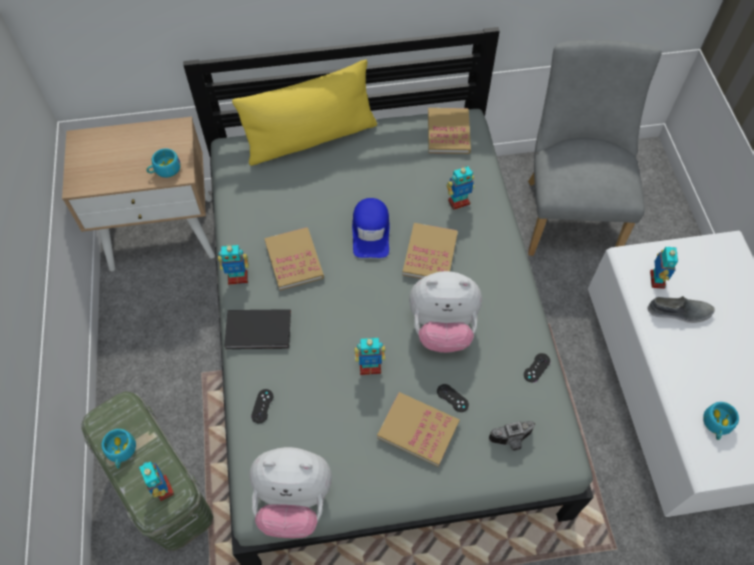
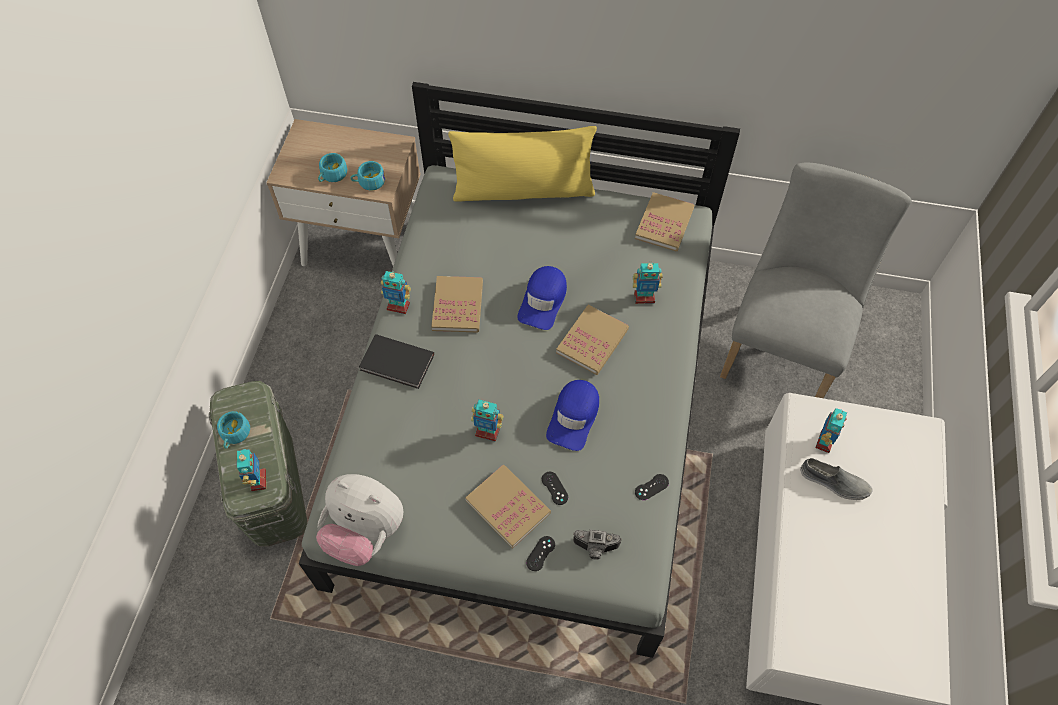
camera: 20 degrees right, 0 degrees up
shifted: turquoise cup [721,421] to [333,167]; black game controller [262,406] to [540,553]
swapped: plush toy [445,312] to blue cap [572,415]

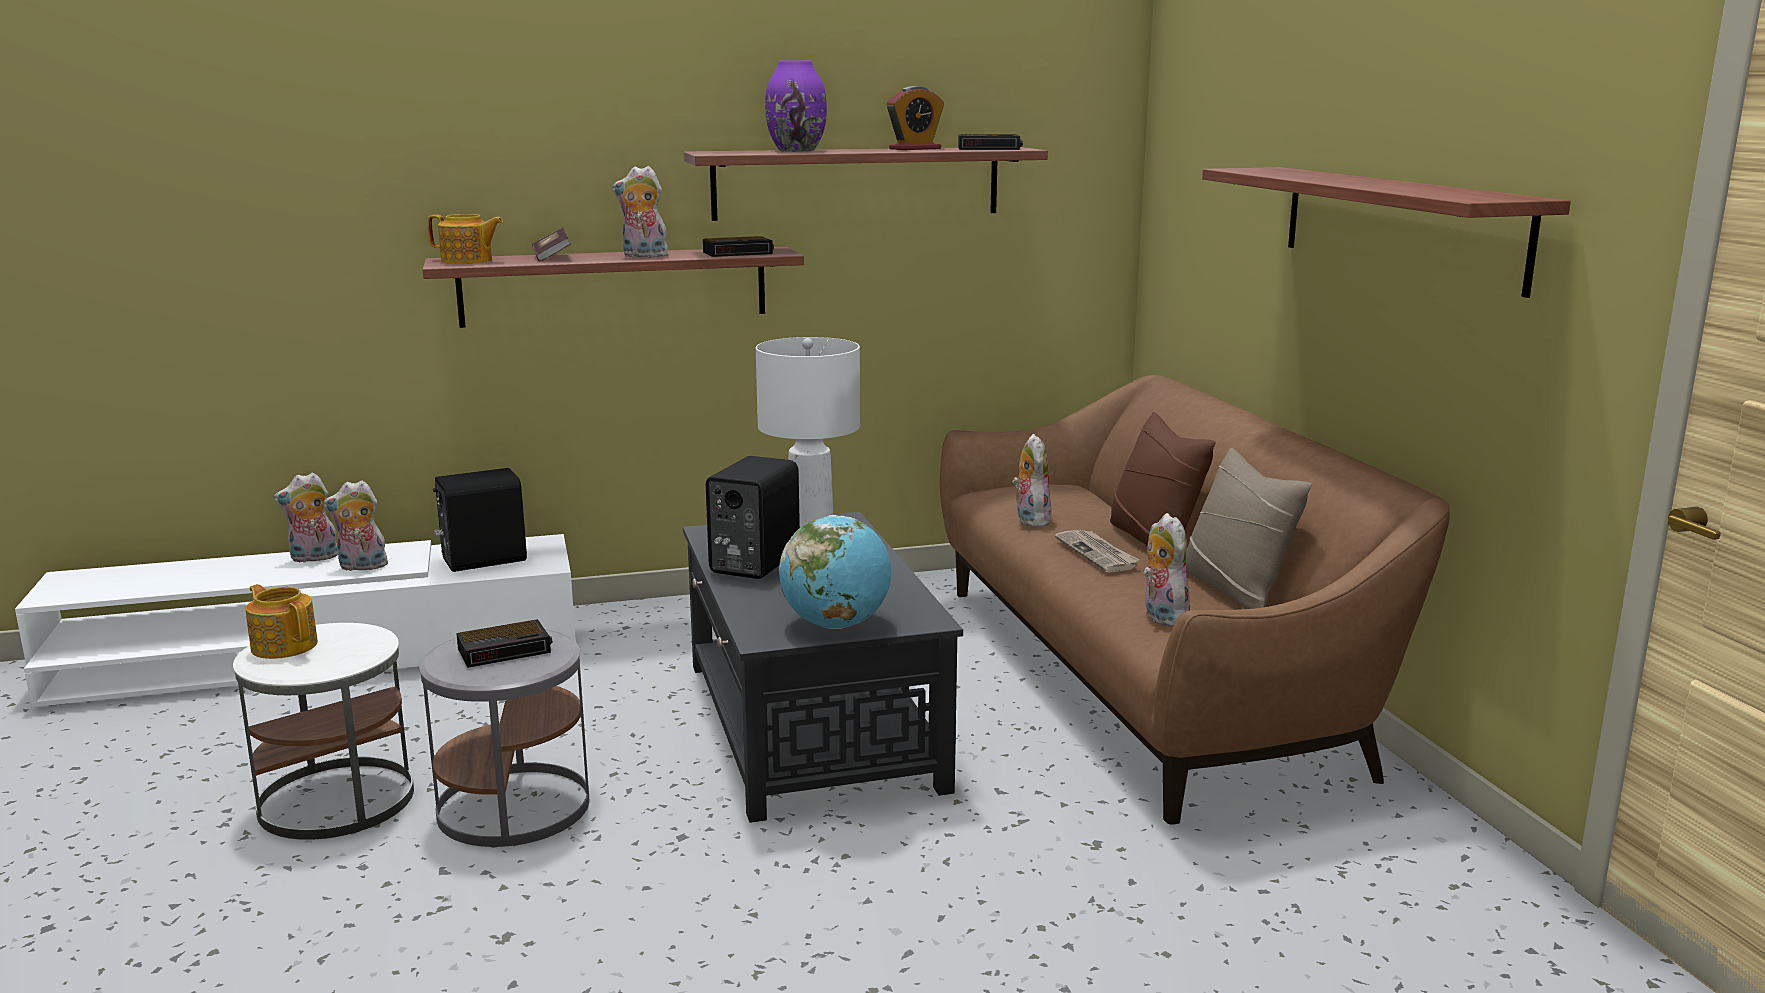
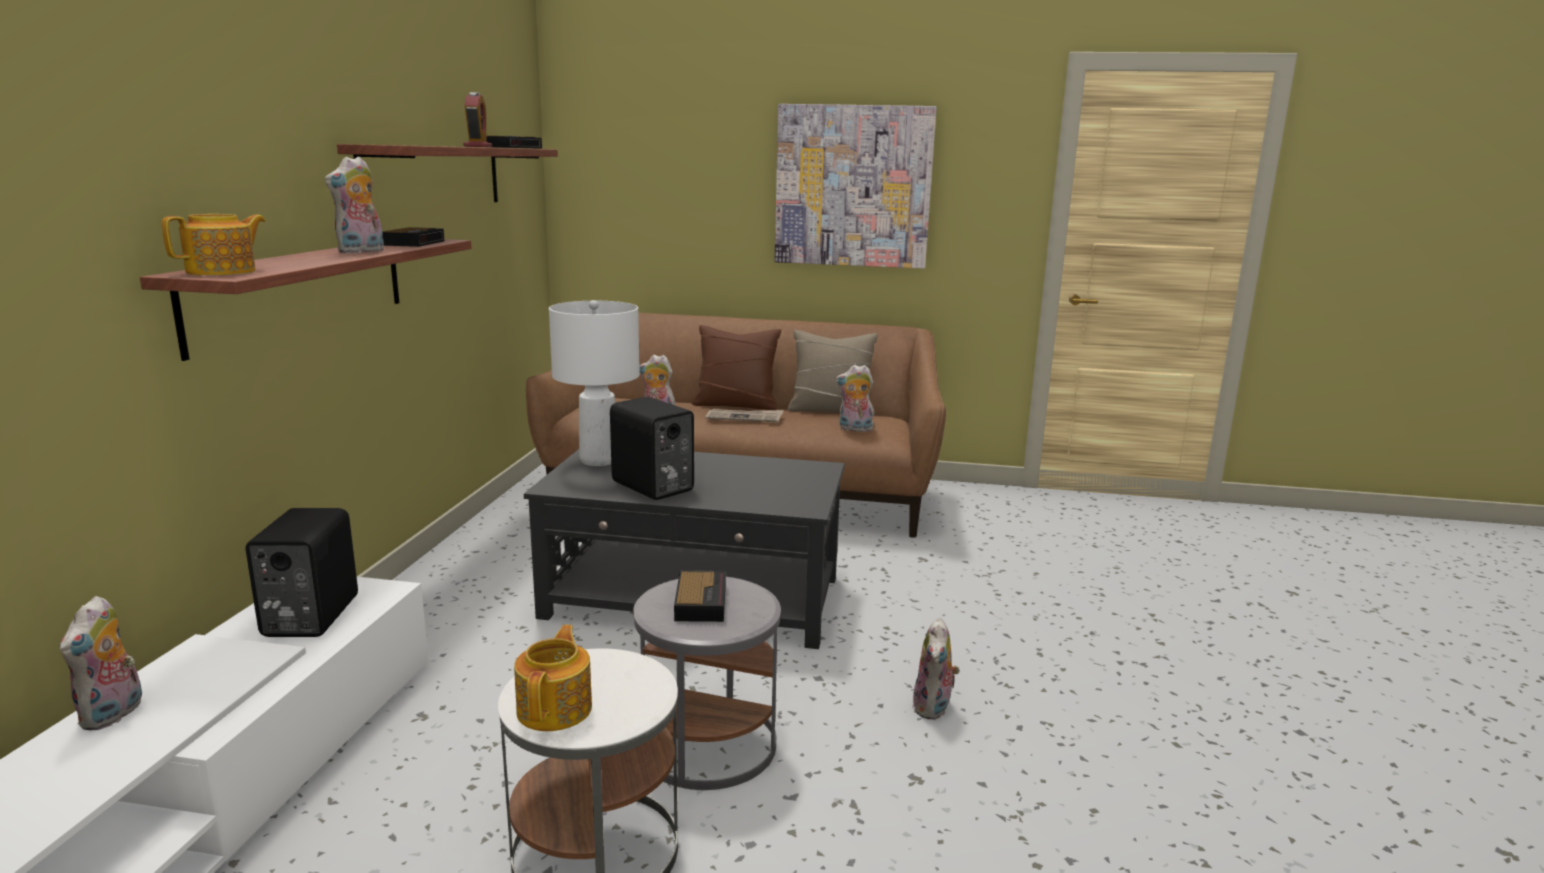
camera: 65 degrees left, 0 degrees up
gone: book [551,245]; purple vase [796,106]; globe [835,572]
shifted: plush toy [356,526] to [936,668]
swapped: shelf [1386,232] to picture [856,186]
rotated: teapot [281,621] = [553,678] 120 degrees clockwise

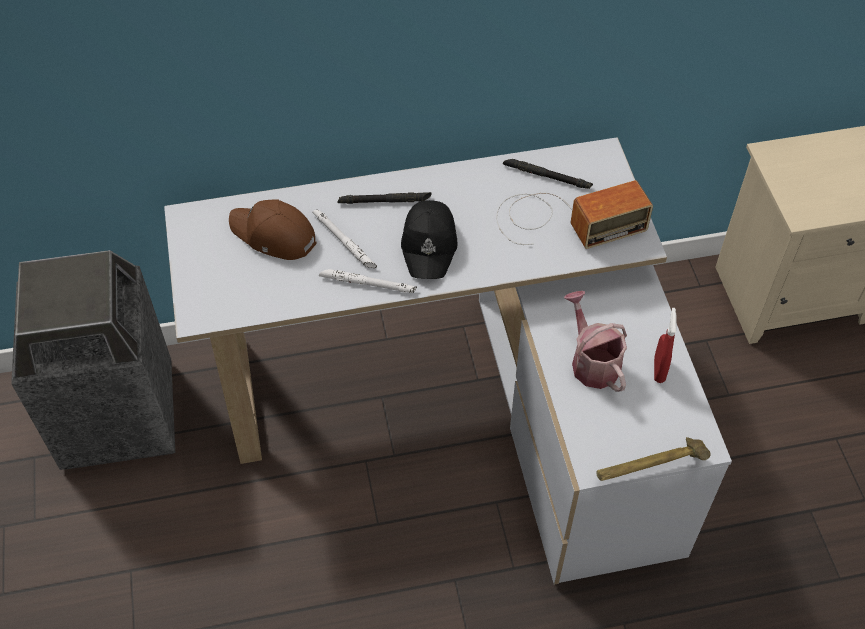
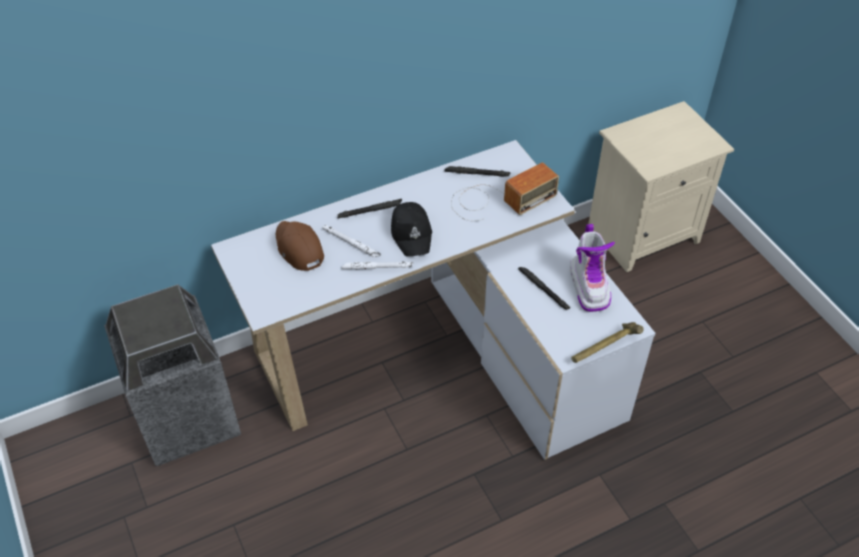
camera: 15 degrees left, 5 degrees down
swapped: watering can [595,341] to black flashlight [544,288]; red spray bottle [665,345] to boot [592,268]
rotated: brown cap [273,229] = [300,246] 45 degrees clockwise

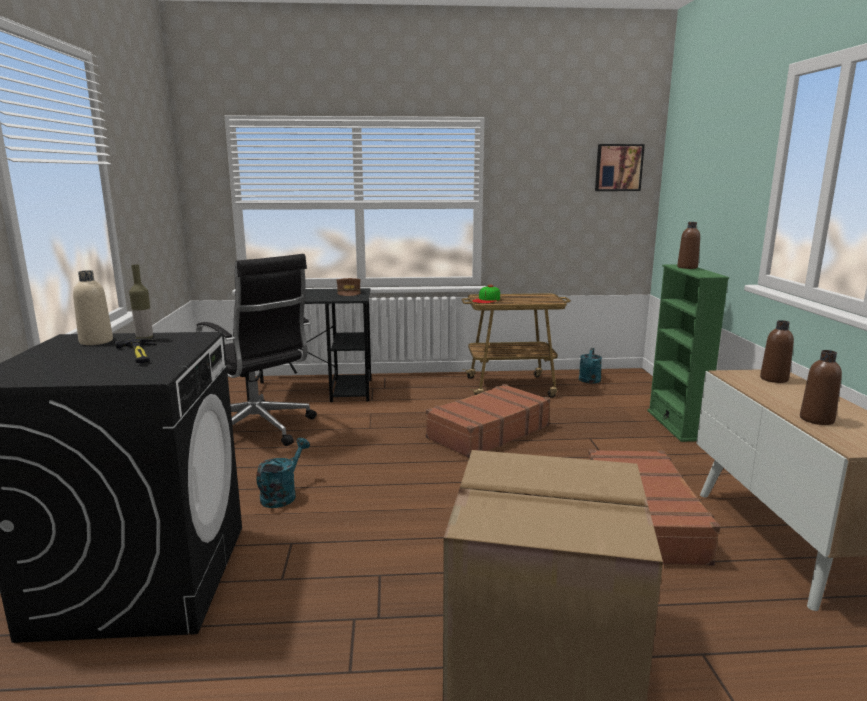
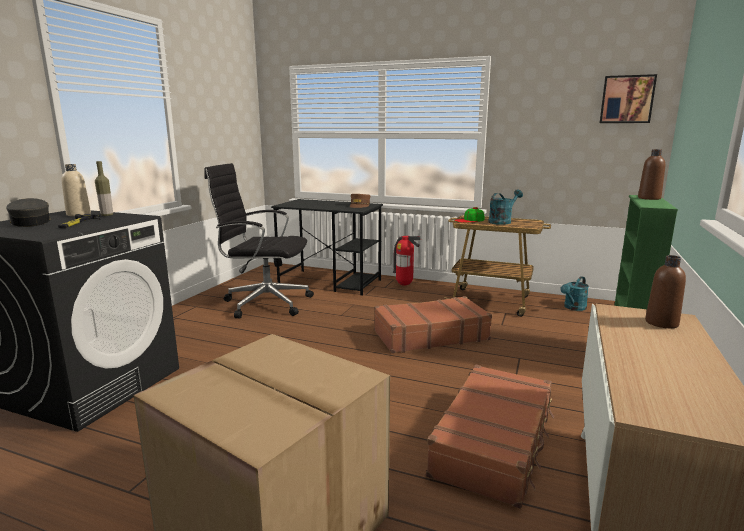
camera: 25 degrees right, 0 degrees up
gone: brown bottle [821,387]
new: grey cap [28,212]; fire extinguisher [407,261]
shifted: turquoise watering can [283,473] to [505,207]
rotated: black office chair [256,350] = [259,241] 120 degrees clockwise

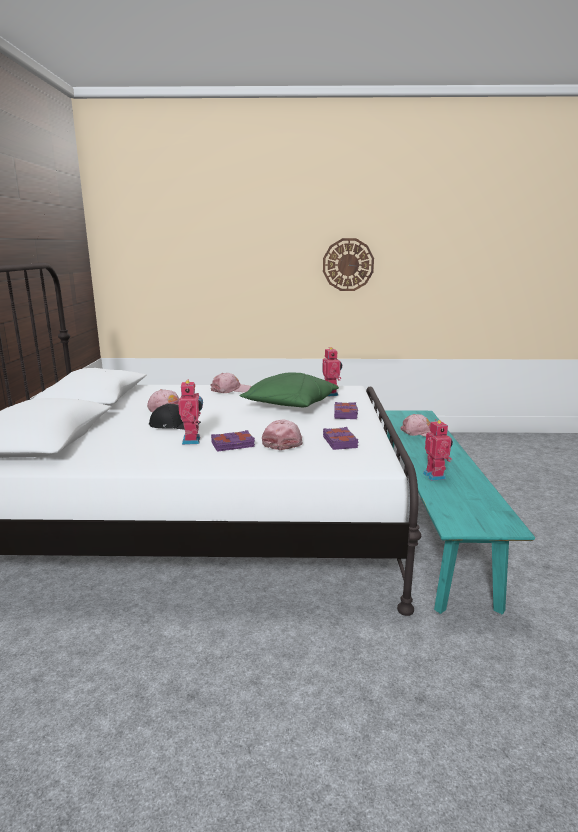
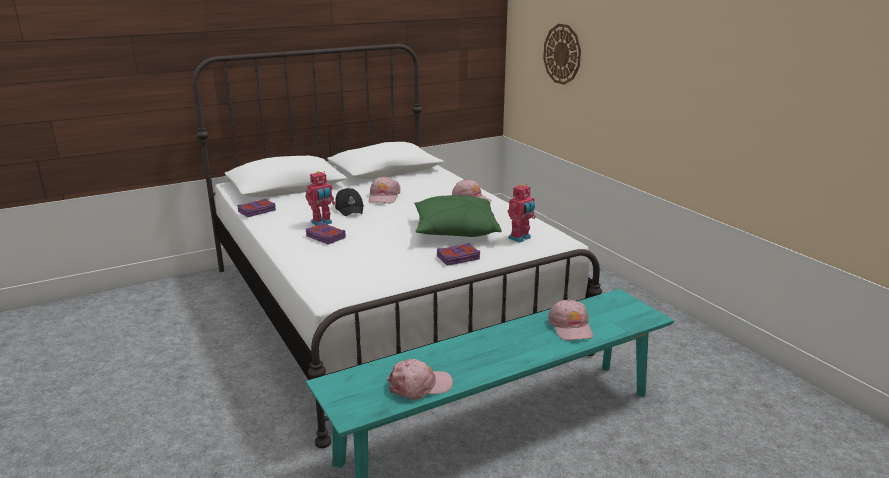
camera: 60 degrees right, 5 degrees up
gone: toy robot [438,450]
shifted: purple book [340,438] to [257,207]; pink cap [282,435] to [420,379]; wall clock [348,264] to [562,54]

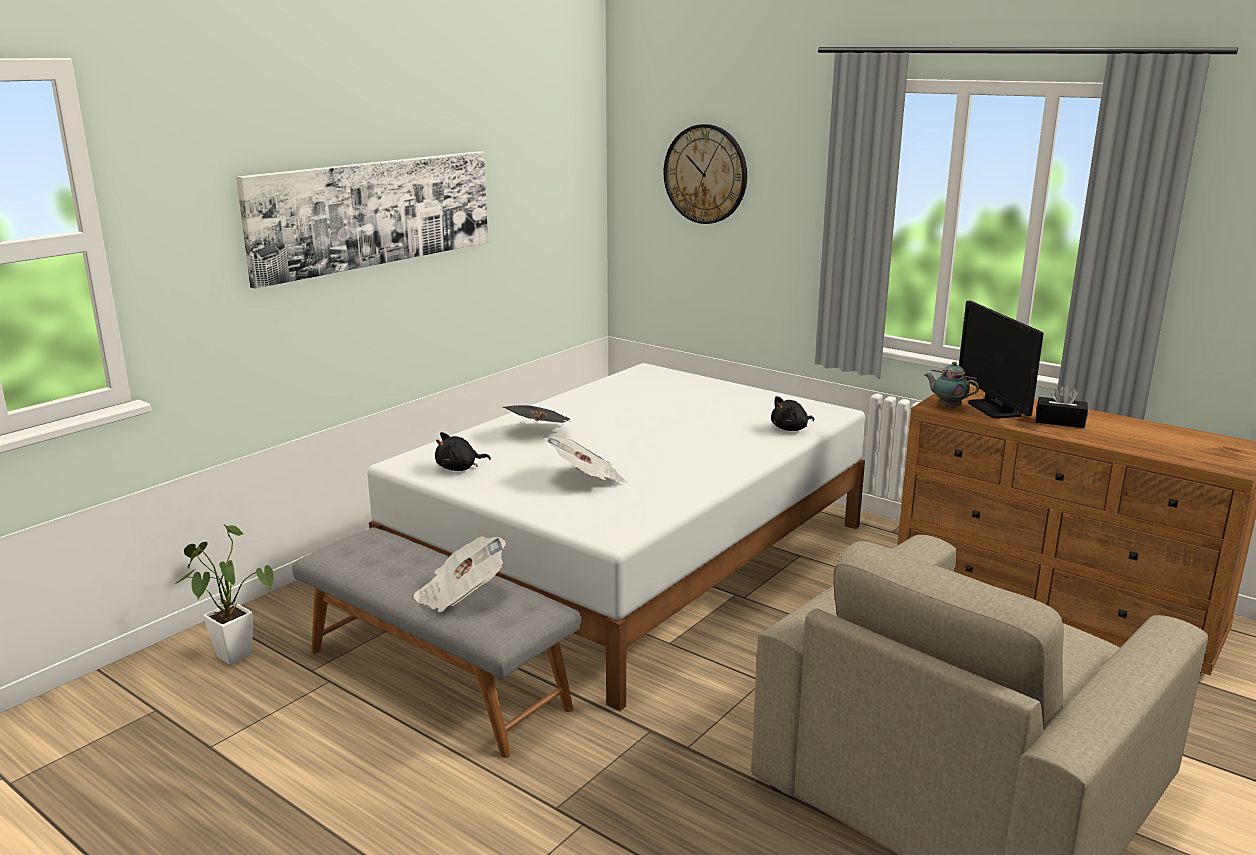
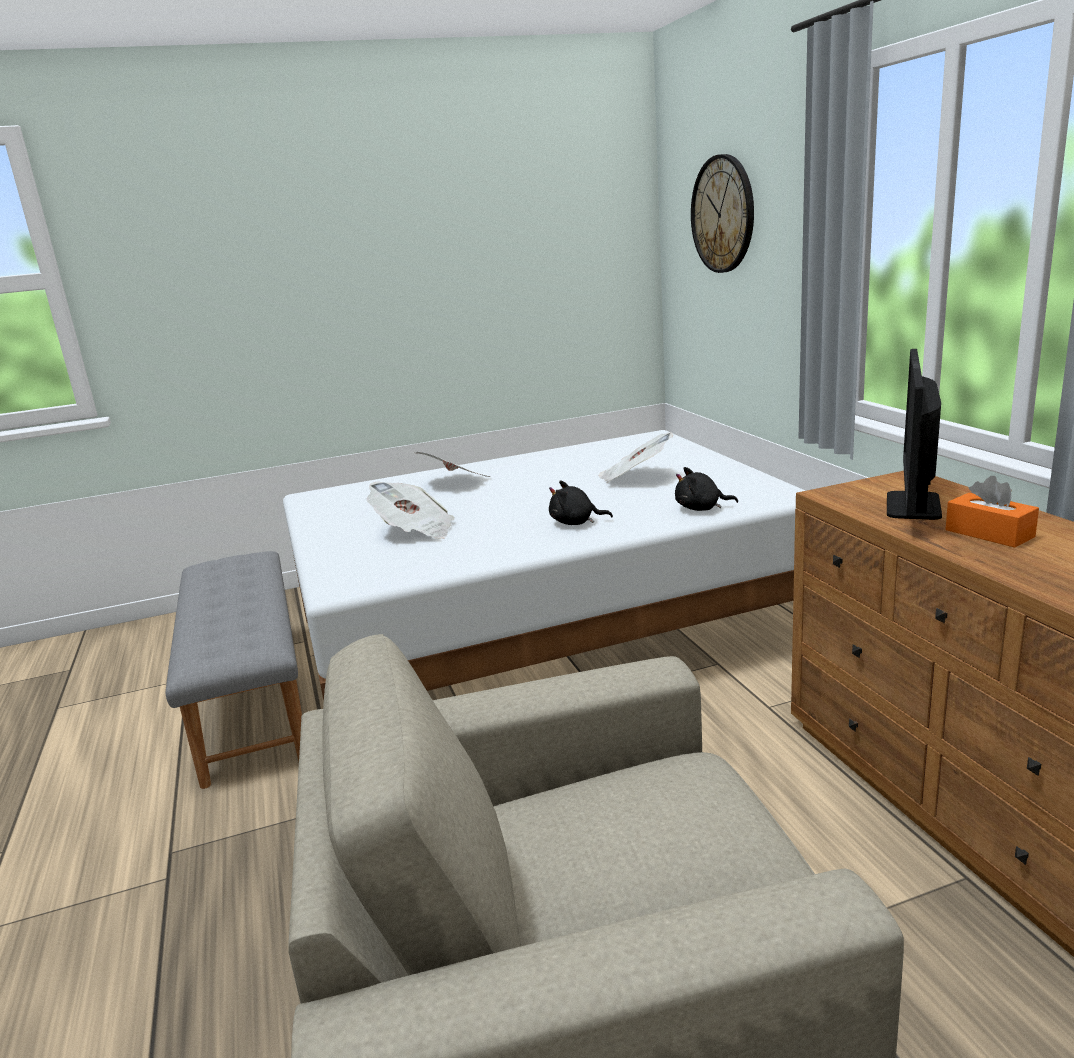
camera: 35 degrees right, 0 degrees up
gone: potted plant [224,594]; picture [362,220]; teapot [952,385]
shifted: black plush toy [463,451] to [581,502]; newspaper [460,574] to [635,457]
repainted: black tissue box [1062,406] to orange tissue box [992,512]

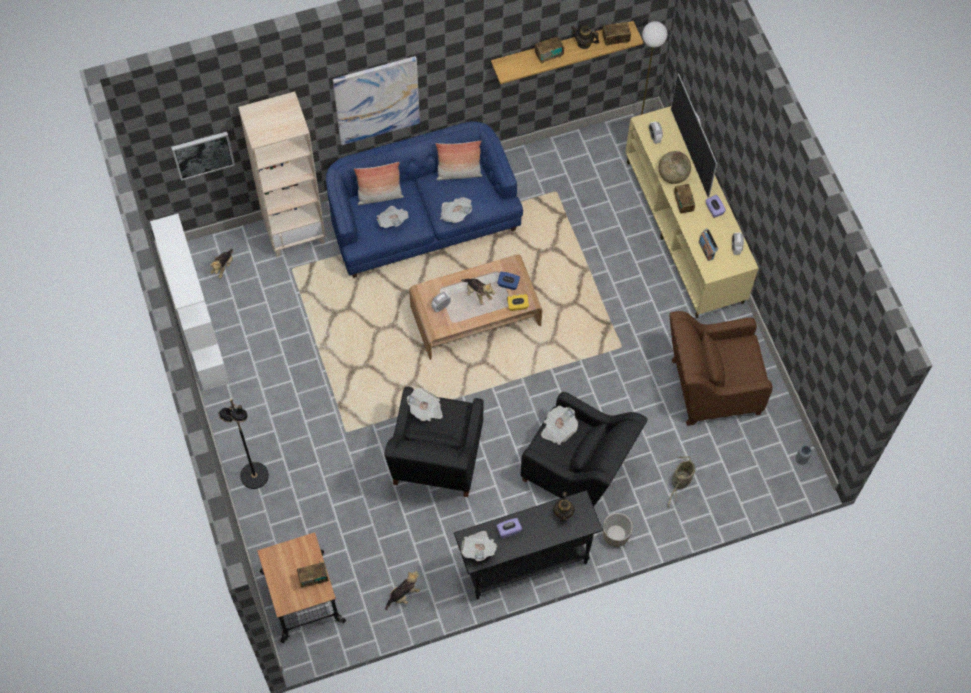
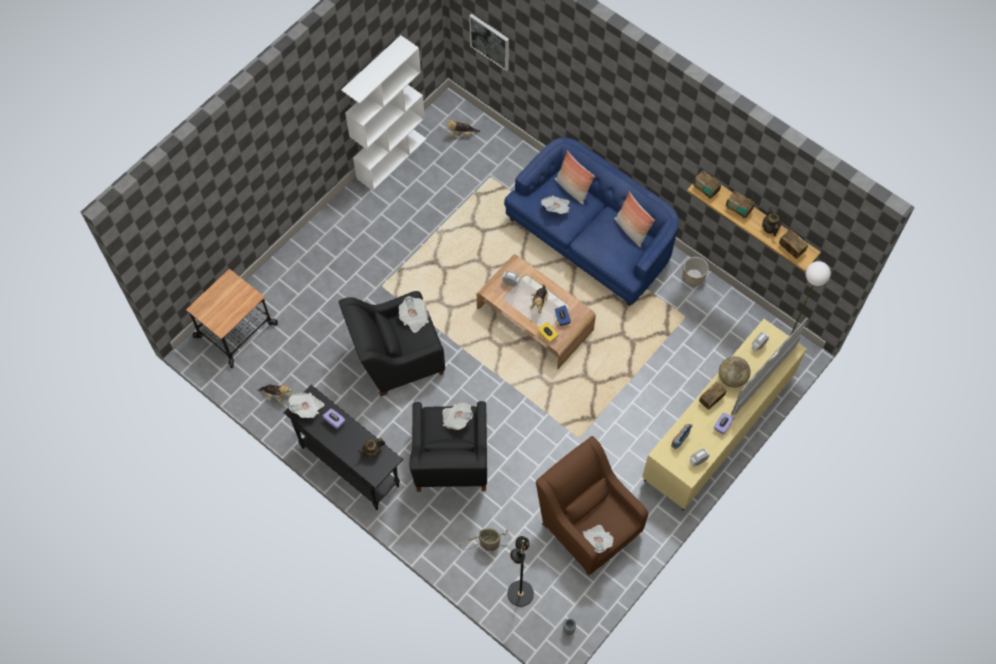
camera: 60 degrees right, 0 degrees up
gone: beige bookcase [282,174]; picture [376,100]
shifted: black floor lamp [244,444] to [520,571]; newspaper [456,210] to [598,539]; planter [618,530] to [696,271]; radio [312,574] to [707,184]

